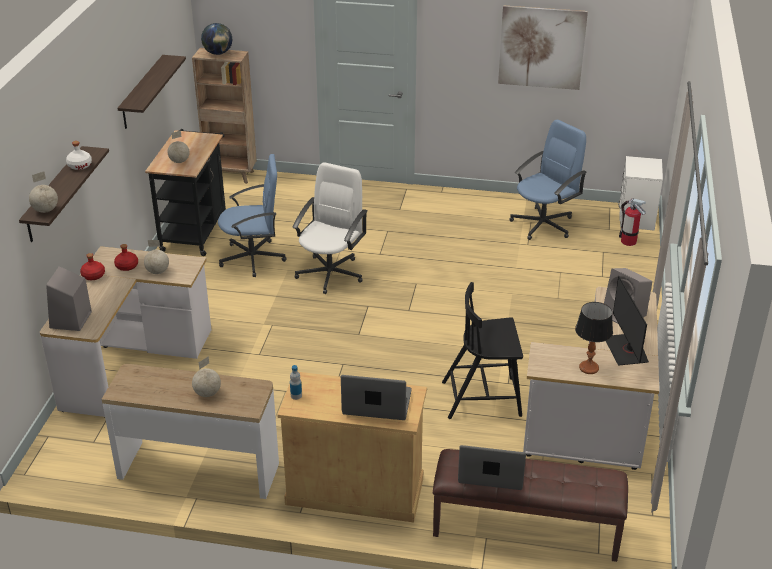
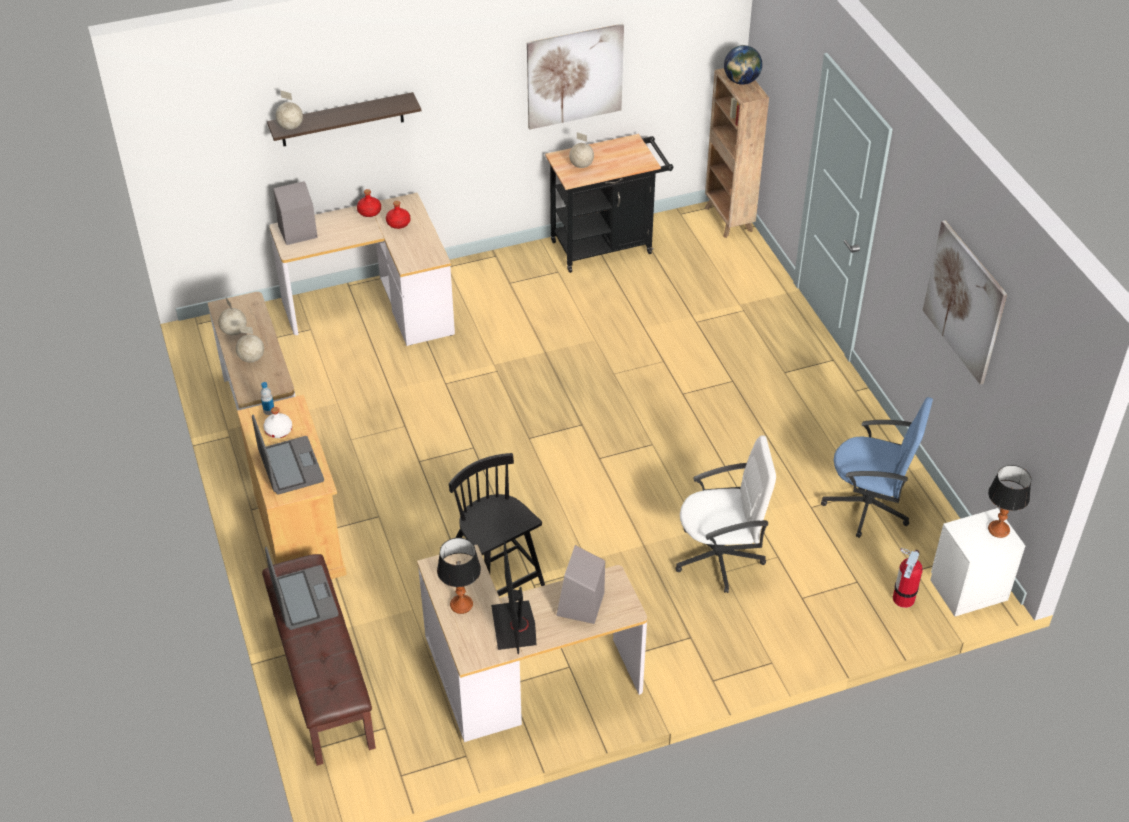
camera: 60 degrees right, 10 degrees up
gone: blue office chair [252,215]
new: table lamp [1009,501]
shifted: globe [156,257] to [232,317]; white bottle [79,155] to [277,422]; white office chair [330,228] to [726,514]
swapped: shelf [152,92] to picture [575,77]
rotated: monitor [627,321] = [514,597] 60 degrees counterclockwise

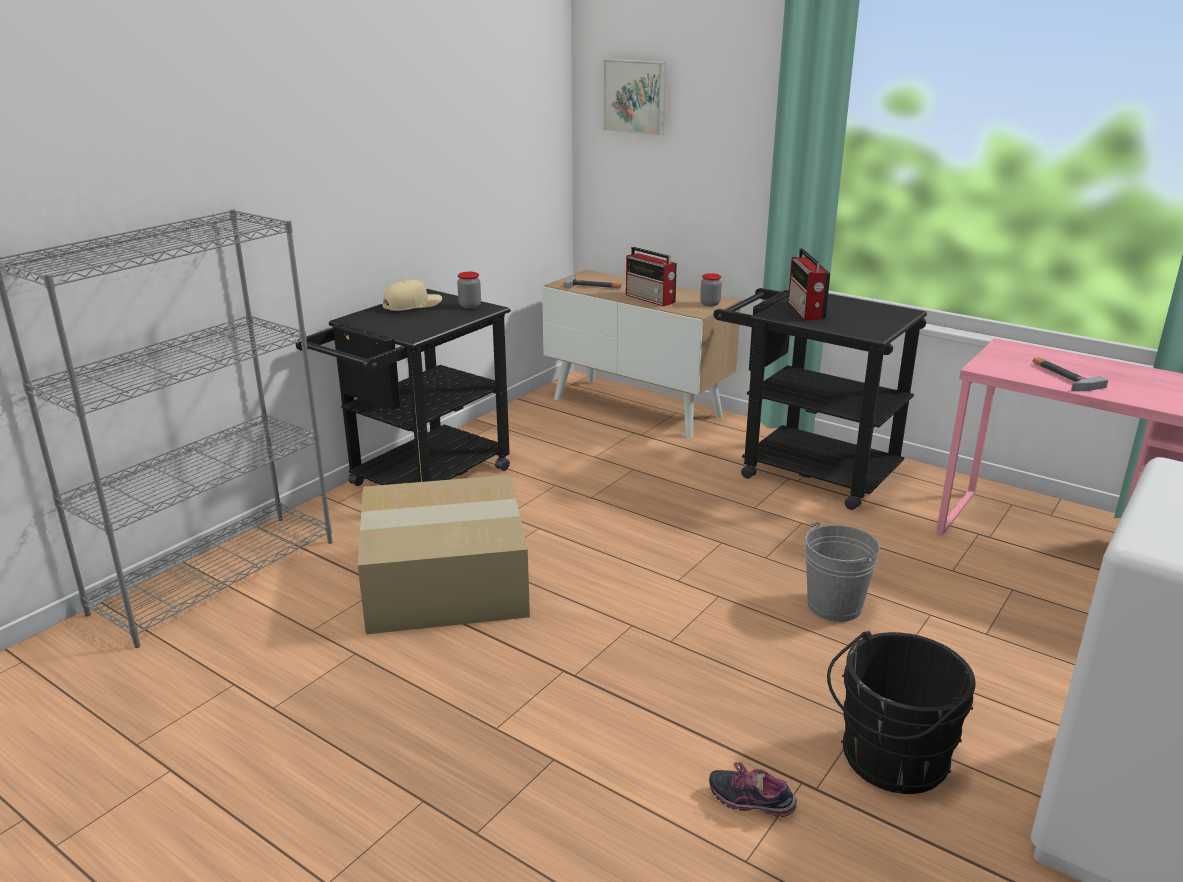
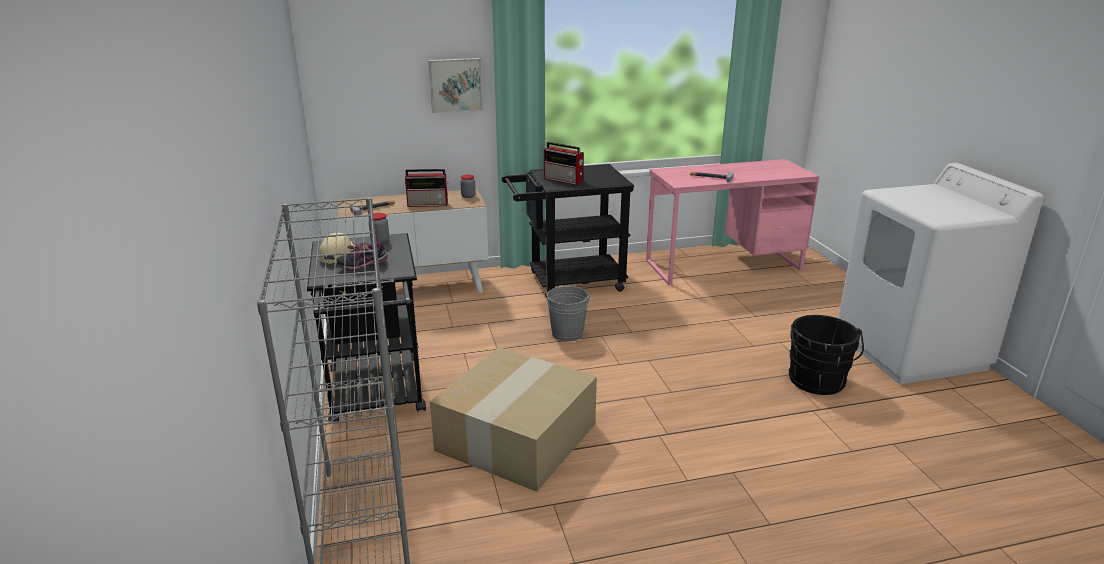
camera: 50 degrees left, 0 degrees up
shifted: shoe [753,789] to [362,256]; picture [634,97] to [455,85]; grey bucket [842,572] to [568,314]

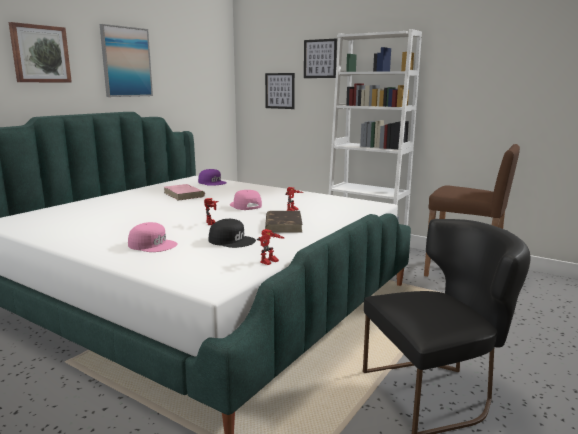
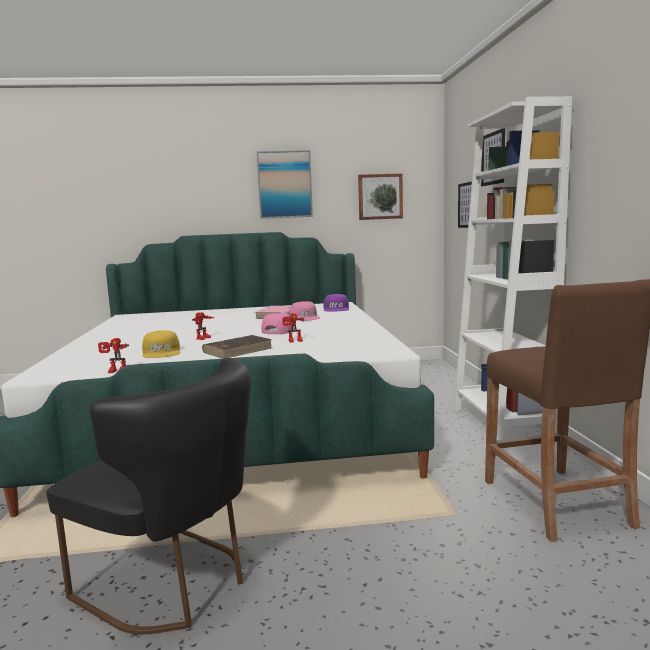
camera: 50 degrees right, 5 degrees down
shifted: pink cap [153,237] to [305,311]; picture [40,52] to [380,196]
repainted: black cap [232,233] to yellow cap [161,344]

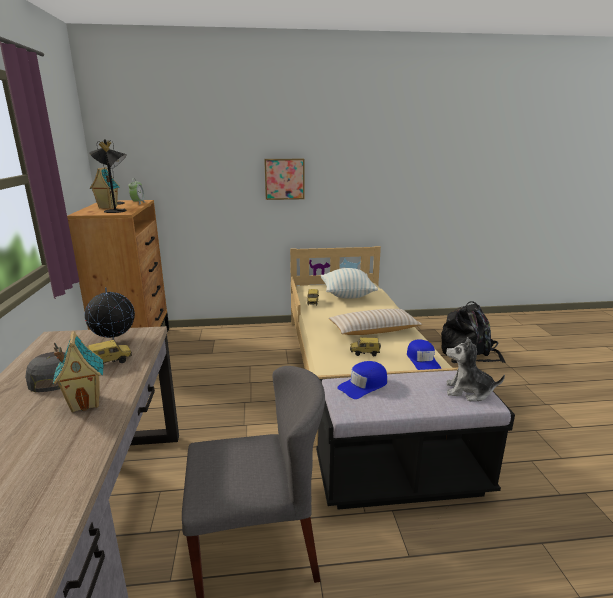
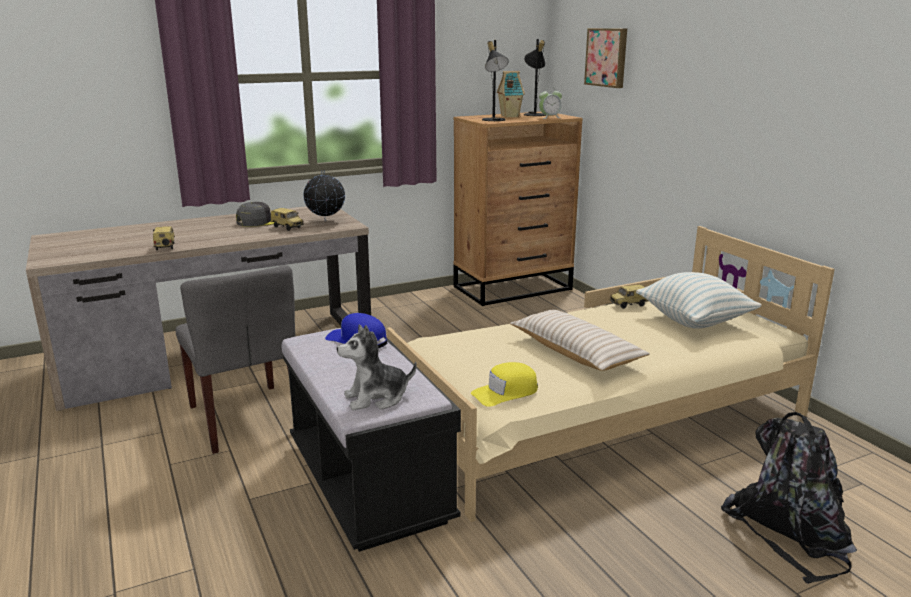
camera: 70 degrees right, 0 degrees up
gone: toy house [78,371]
shifted: toy car [365,347] to [164,238]; picture [284,179] to [605,58]
repainted: blue cap [424,354] to yellow cap [504,384]
rotated: plush toy [475,369] = [377,367] 105 degrees counterclockwise

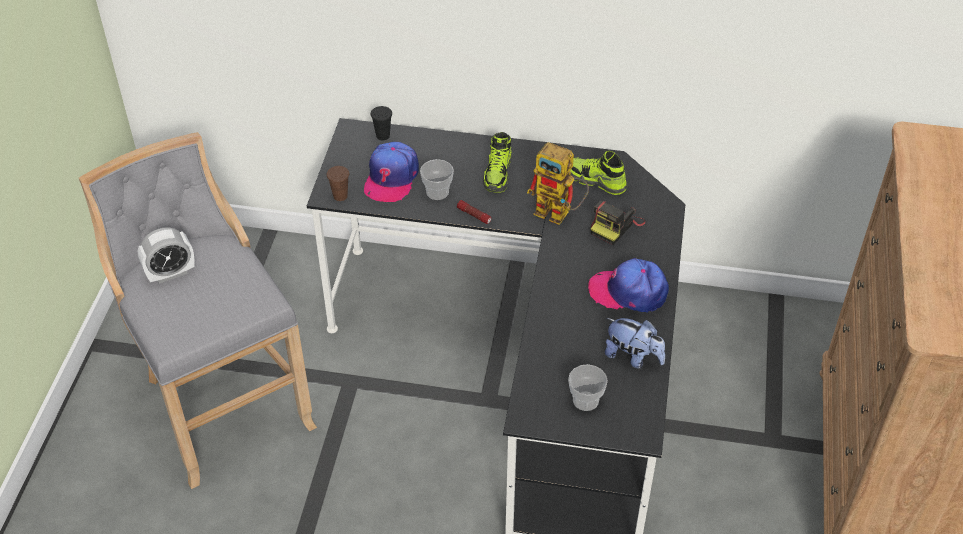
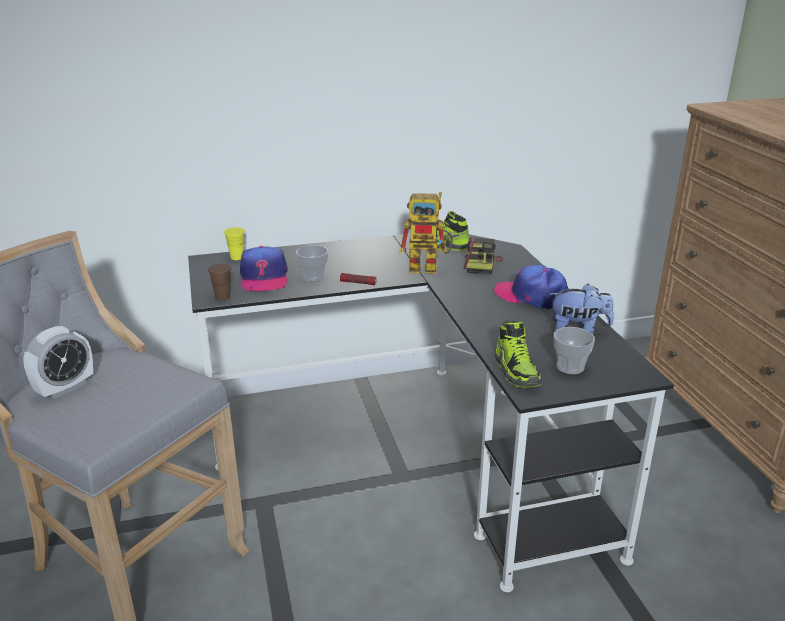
camera: 25 degrees left, 20 degrees down
shifted: shoe [497,162] to [518,354]
repainted: black cup [381,123] to yellow cup [234,243]
rotated: cap [628,285] = [531,287] 45 degrees clockwise

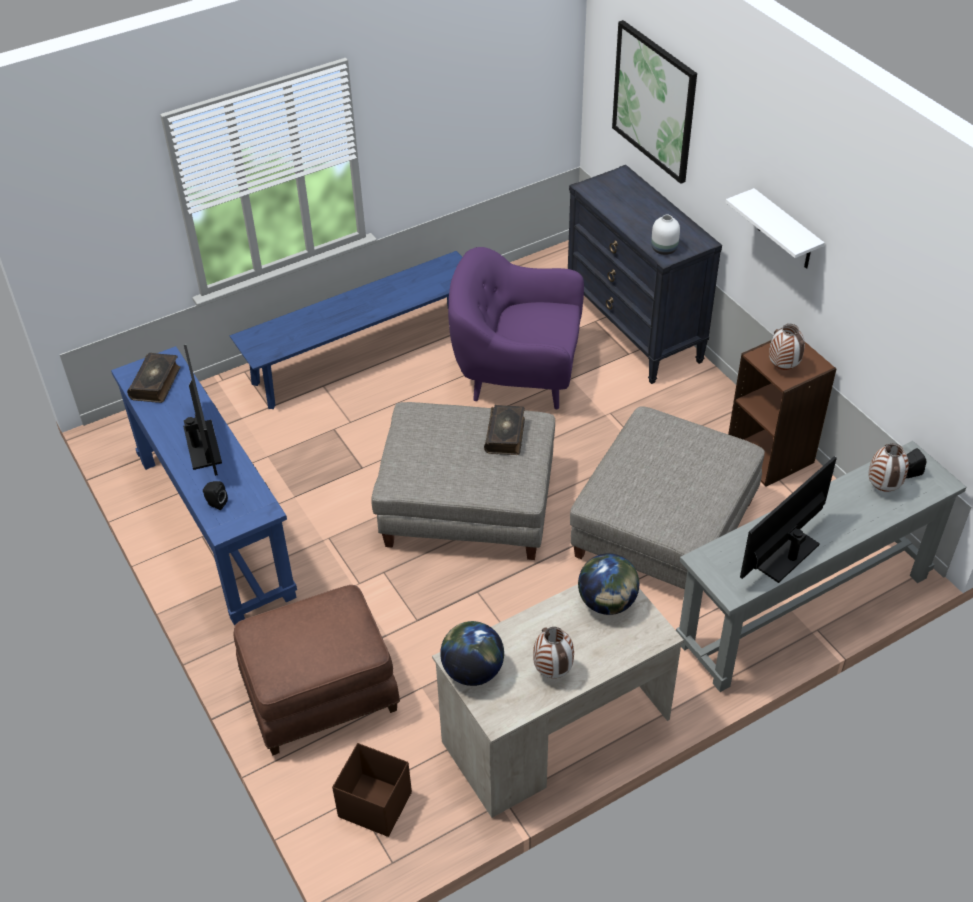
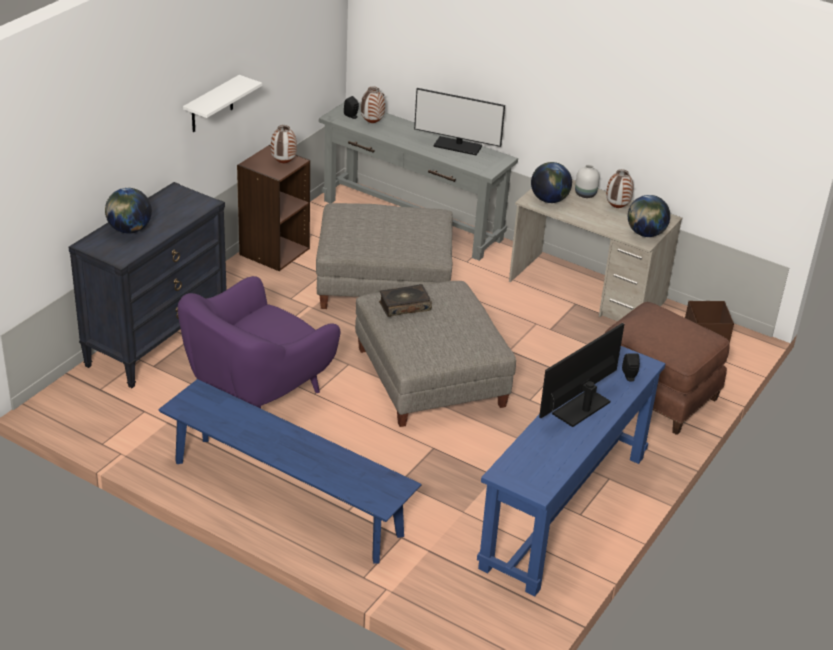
camera: 120 degrees left, 10 degrees down
gone: book [153,378]; picture [654,102]
new: globe [128,210]
shifted: white vase [665,235] to [587,181]
rotated: purple armchair [516,328] = [259,342] 60 degrees clockwise

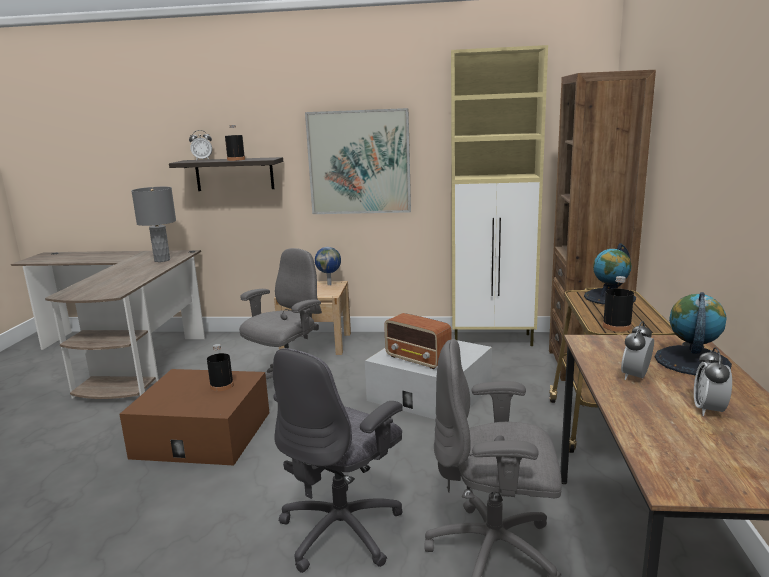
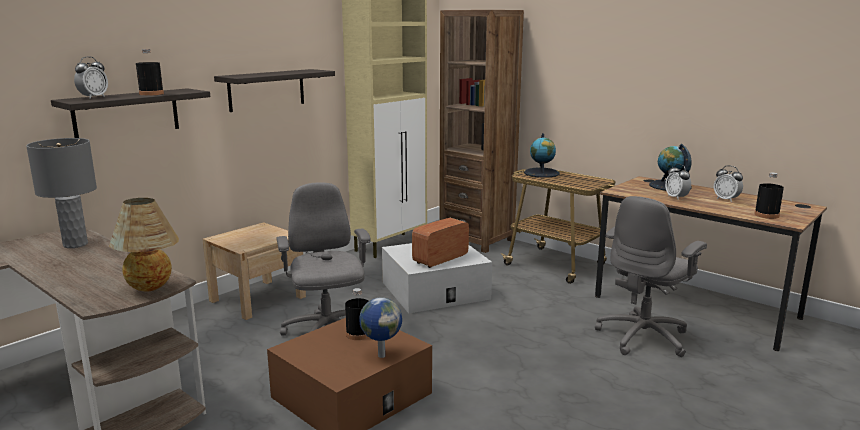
camera: 55 degrees left, 0 degrees up
gone: grey office chair [338,460]
new: table lamp [144,244]
shifted: globe [328,266] to [380,327]; black bottle [618,304] to [769,196]
swapped: picture [358,161] to shelf [274,90]
rotated: radio [418,341] = [440,243] 150 degrees clockwise

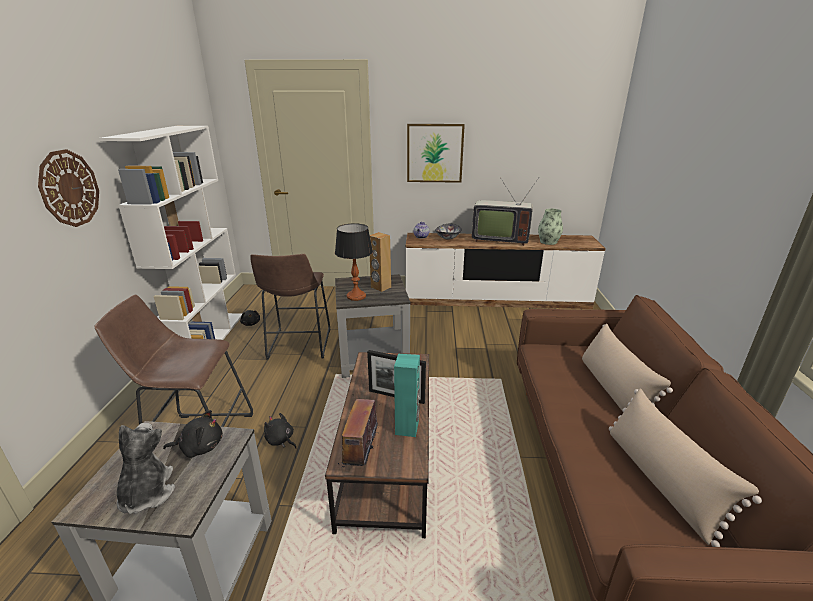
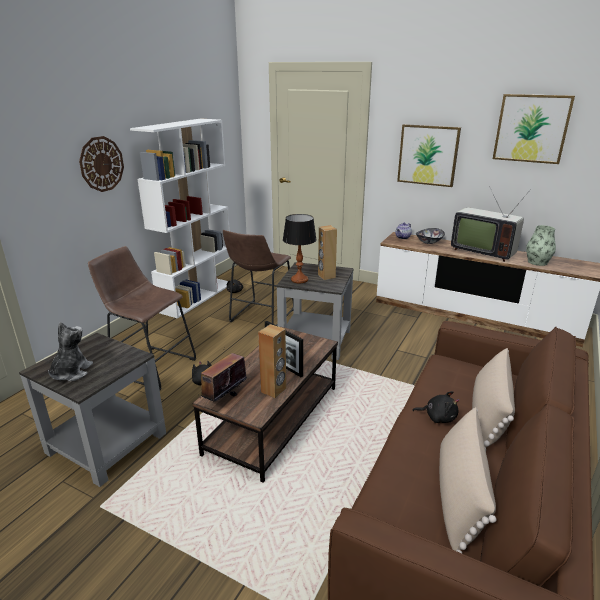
camera: 25 degrees right, 0 degrees up
new: picture [534,129]
shifted: black plush toy [193,434] to [435,407]
repainted: turquoise speaker [407,395] to brown speaker [272,361]

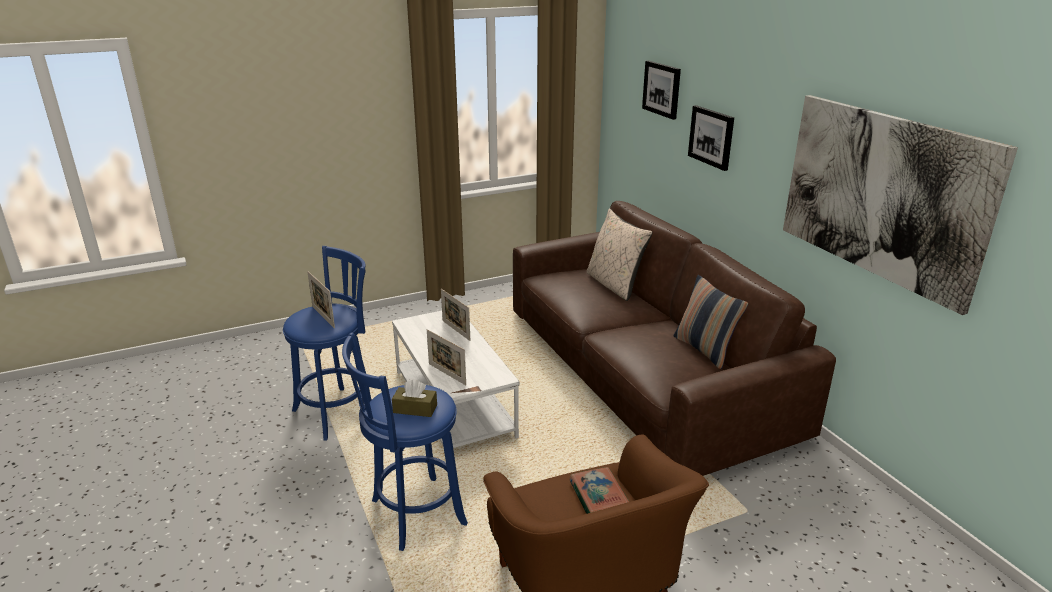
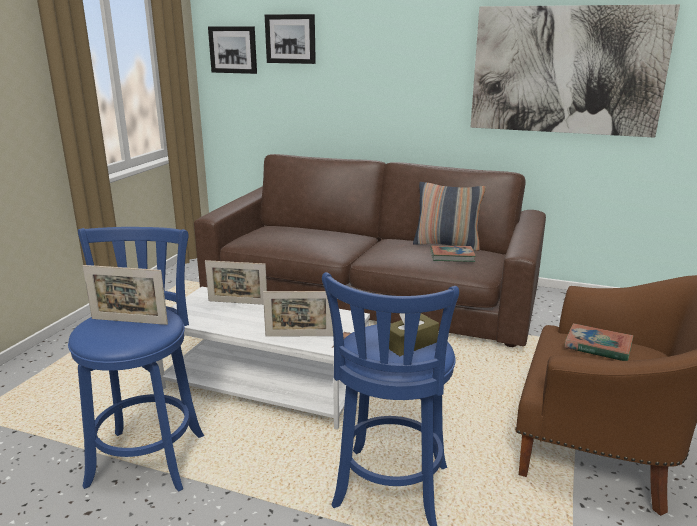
camera: 45 degrees left, 5 degrees down
gone: beige pillow [620,254]
new: book [453,253]
shifted: picture [711,138] to [232,50]

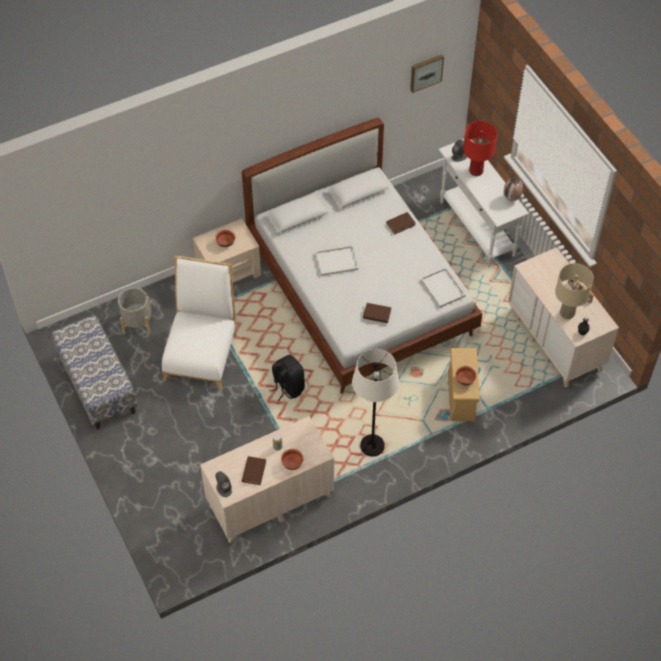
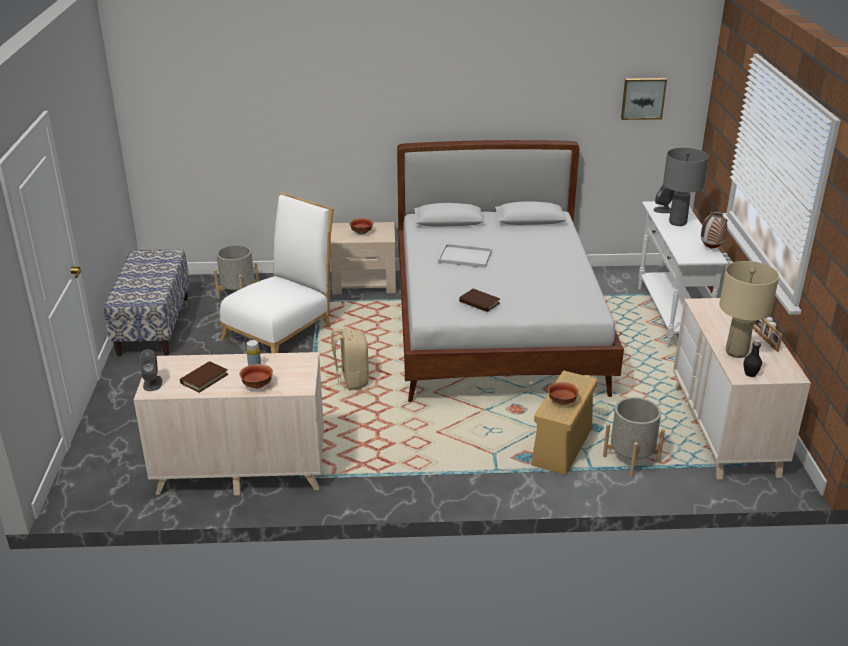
camera: 25 degrees right, 25 degrees down
gone: white floor lamp [375,402]; brown book [401,223]; white tray [443,287]
new: grey planter [634,437]
repainted: black backpack [287,378] to beige backpack [348,359]; red table lamp [480,148] to grey table lamp [686,187]

